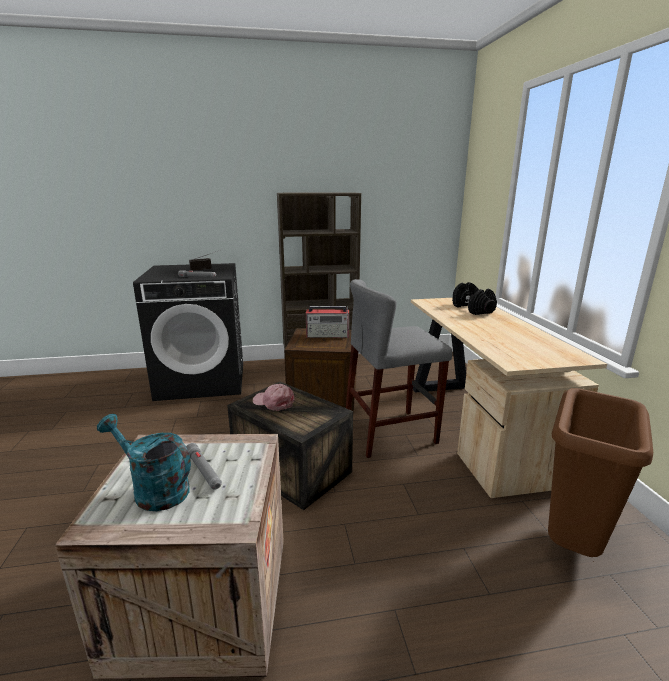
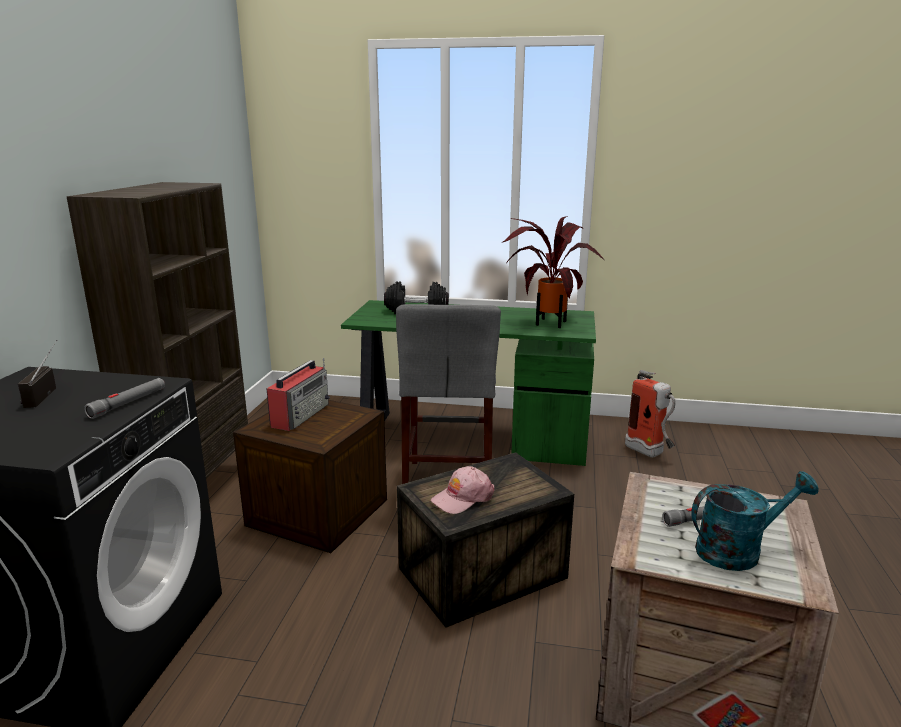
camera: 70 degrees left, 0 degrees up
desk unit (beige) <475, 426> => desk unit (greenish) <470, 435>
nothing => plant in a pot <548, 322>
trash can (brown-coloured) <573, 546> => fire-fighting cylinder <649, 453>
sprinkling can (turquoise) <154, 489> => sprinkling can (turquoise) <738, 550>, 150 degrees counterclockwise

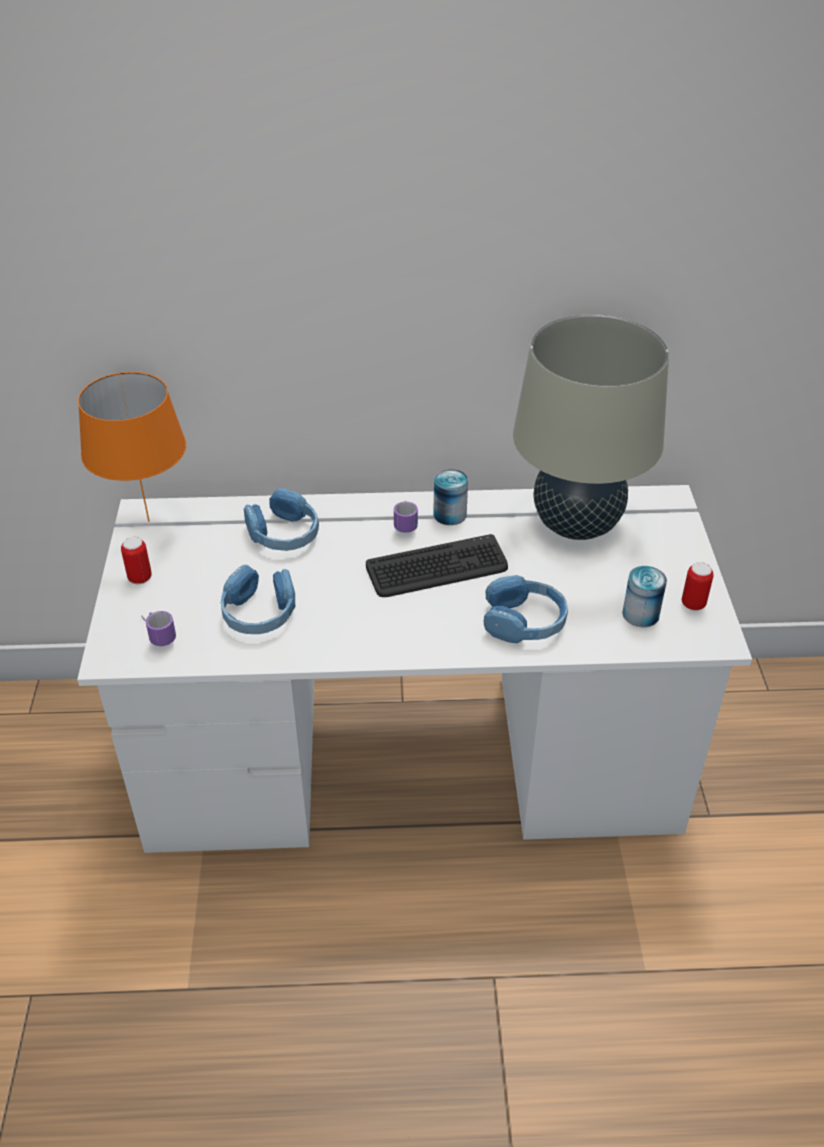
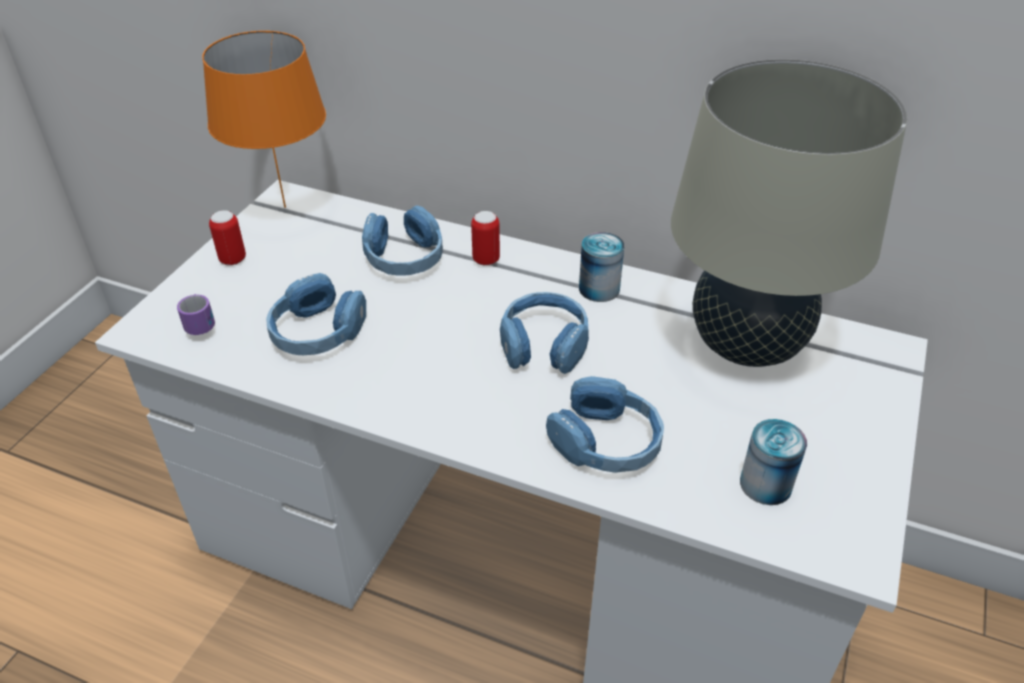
camera: 25 degrees right, 0 degrees up
sealed can <693, 604> => sealed can <486, 260>, moved
keyboard <437, 568> => headphones (blue-coloured) <544, 344>
tea mug <405, 522> => nothing

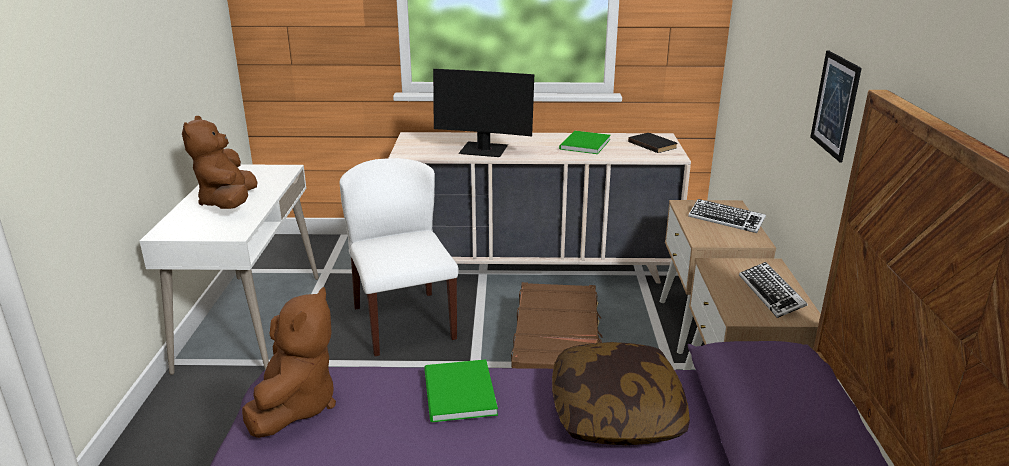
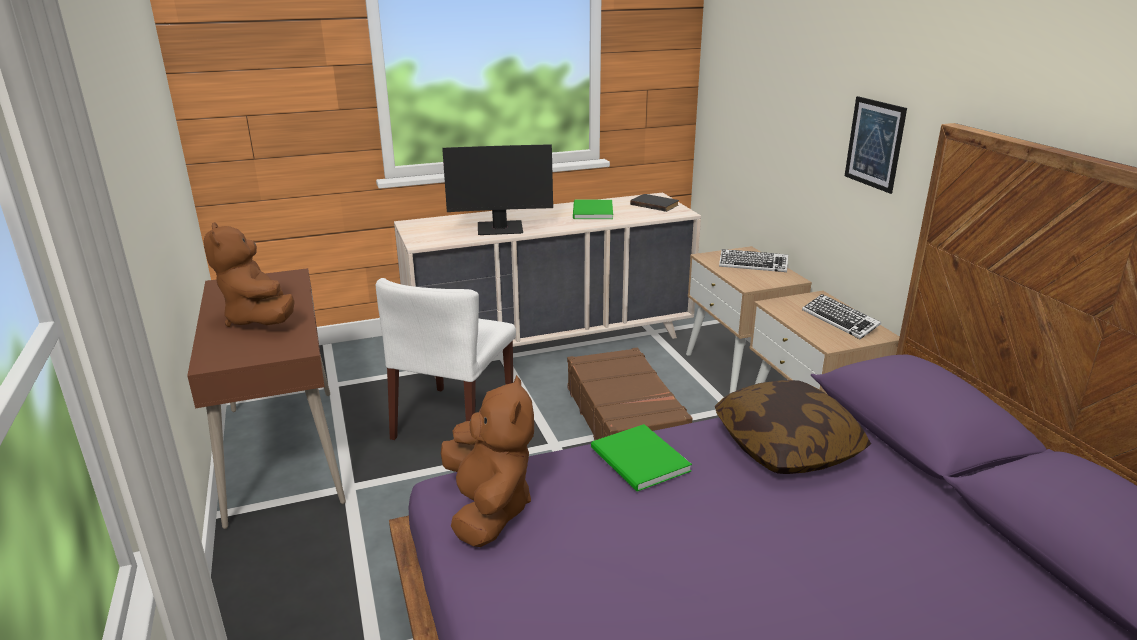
camera: 20 degrees left, 0 degrees up
desk unit (whitish) <251, 321> => desk unit (brown-coloured) <282, 453>
chair (whitish) <403, 322> => chair (whitish) <454, 420>, 120 degrees counterclockwise

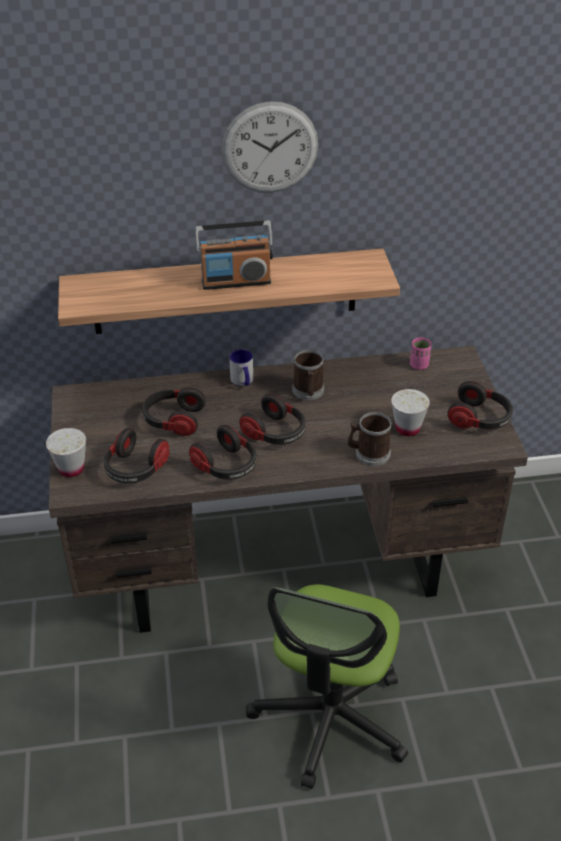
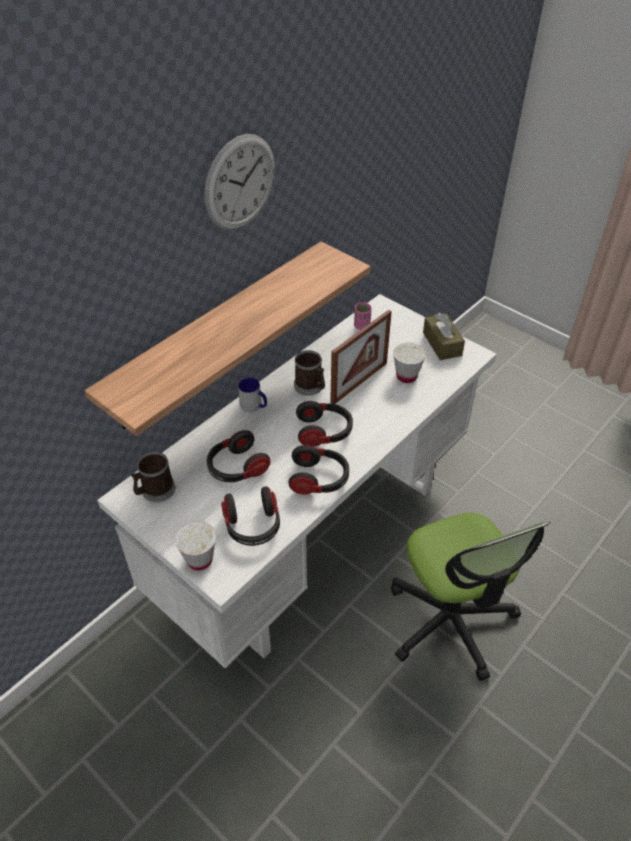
camera: 40 degrees left, 5 degrees up
desk unit (brown-coloured) <283, 566> => desk unit (whitish) <315, 536>
tea mug <368, 453> => tea mug <155, 491>, moved
nothing => standing frame <359, 383>
headphones <480, 419> => tissue holder (brown-coloured) <442, 344>
radio set <236, 281> => nothing

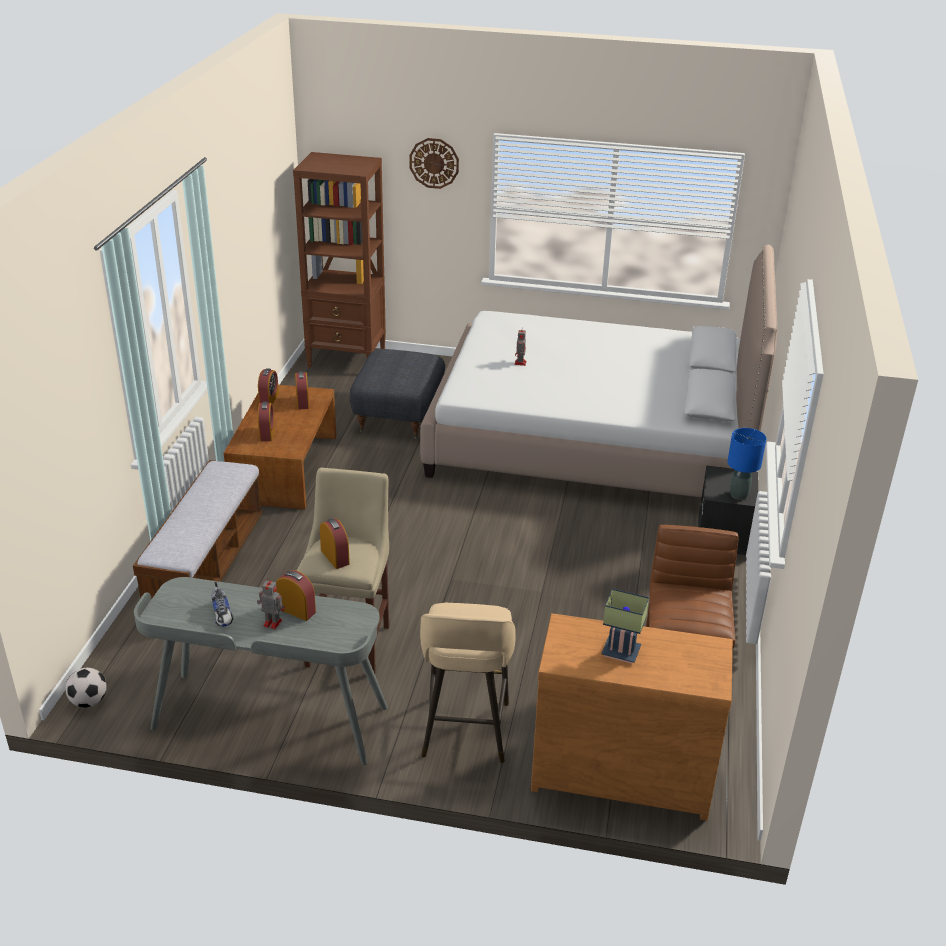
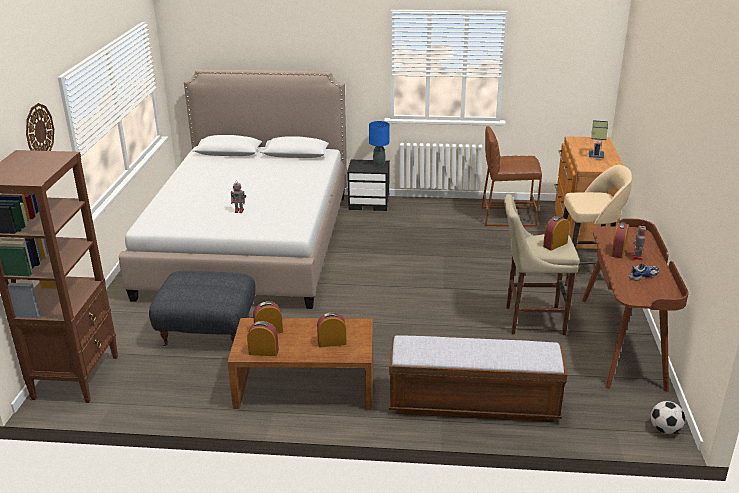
camera: 95 degrees left, 5 degrees down
desk unit (greyish) <269, 719> => desk unit (brown-coloured) <623, 342>

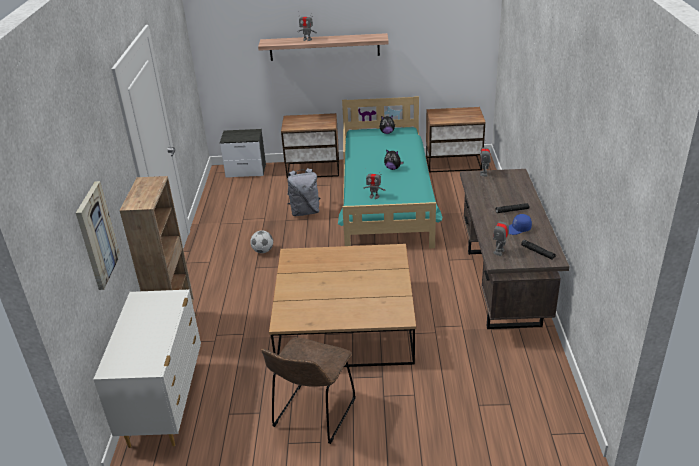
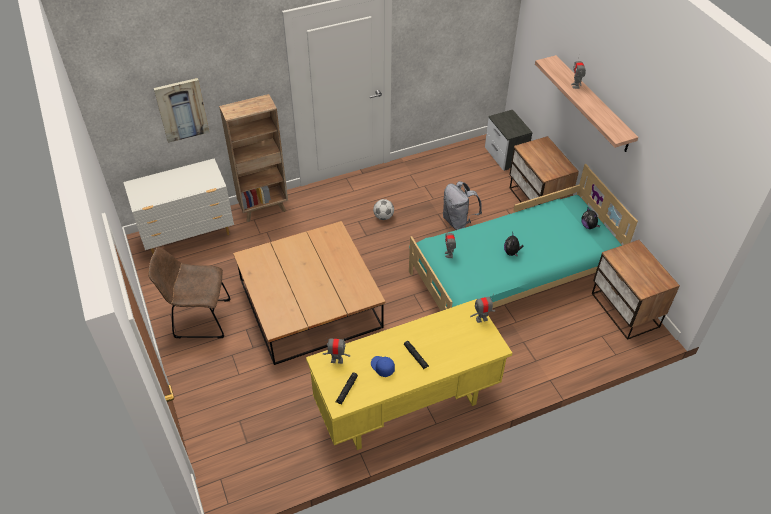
camera: 65 degrees right, 15 degrees up
desk unit (brown-coloured) <503, 287> => desk unit (yellow) <406, 406>

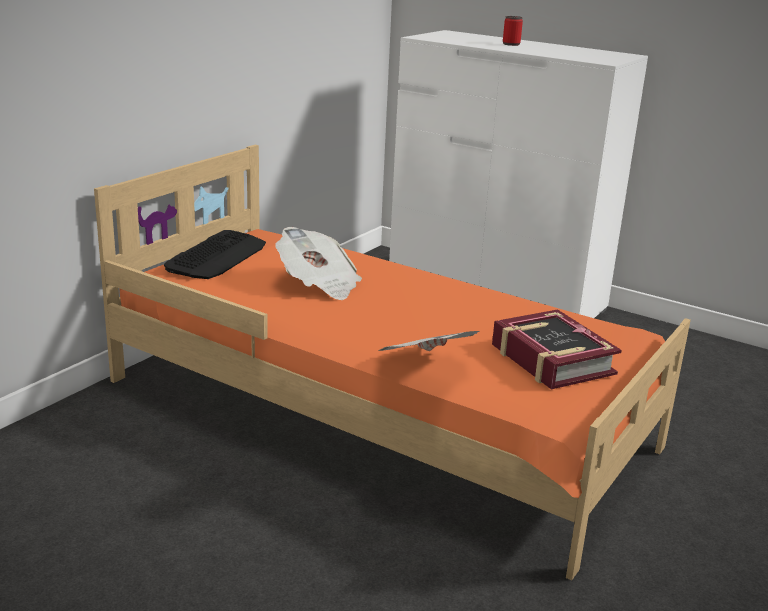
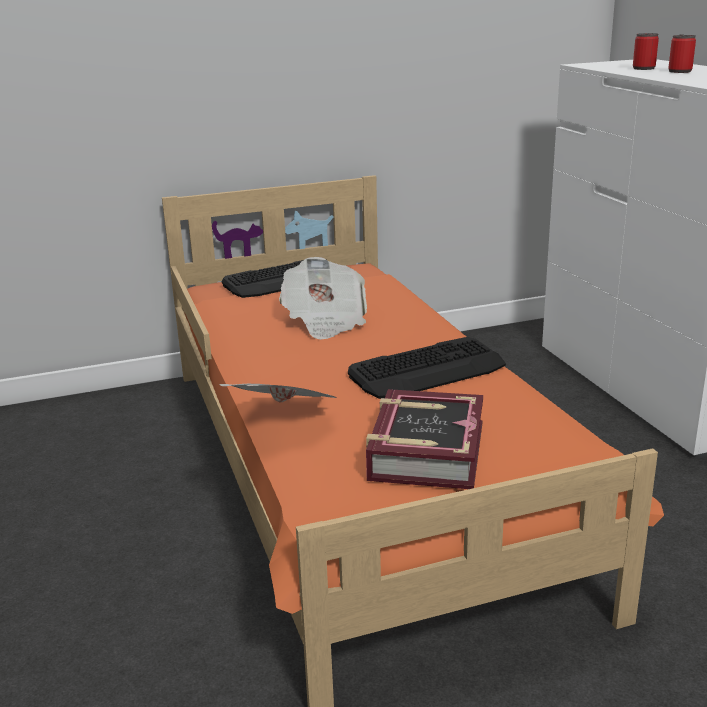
camera: 40 degrees right, 0 degrees up
nothing => keyboard <427, 370>
nothing => sealed can <643, 68>

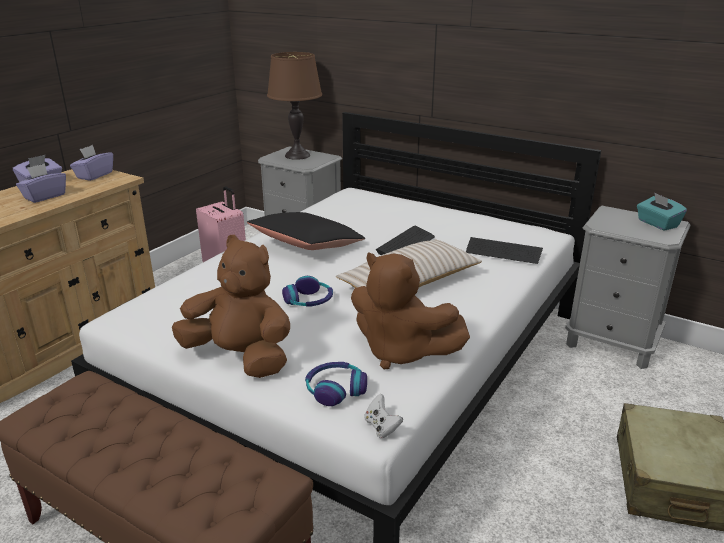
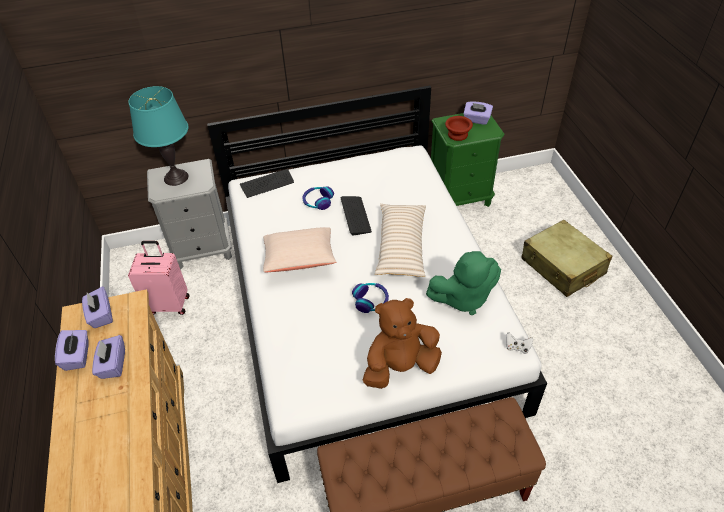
camera: 45 degrees left, 20 degrees up
lamp for a table (brown-coloured) <297, 155> => lamp for a table (turquoise) <176, 177>
keyboard <503, 252> => keyboard <267, 184>, moved
throw pillow (black) <307, 246> => throw pillow (beige) <300, 258>
headphones <335, 389> => headphones <318, 201>, moved
soft toy (brown-coloured) <400, 351> => soft toy (greenish) <463, 298>
night table (greyish) <612, 343> => night table (greenish) <460, 198>
nothing => serving bowl (brown-coloured) <457, 135>
tissue holder (turquoise) <657, 224> => tissue holder (purplish) <476, 120>

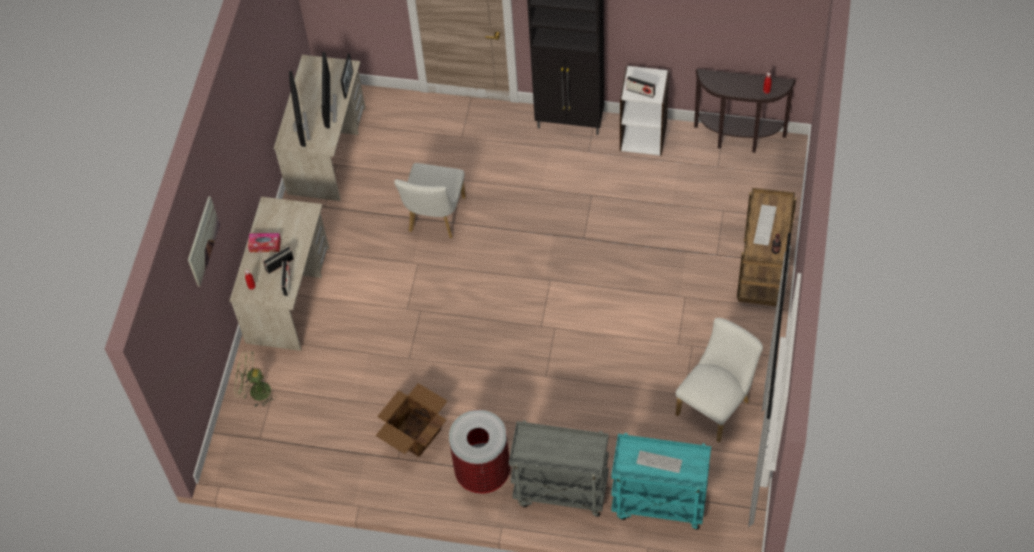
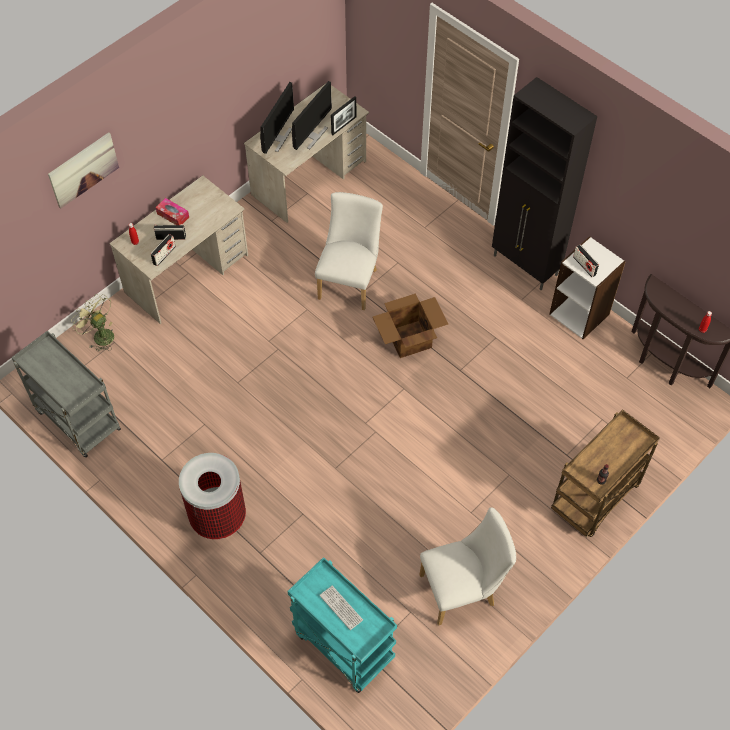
camera: 30 degrees right, 0 degrees up
trolley (greyish) <560, 491> => trolley (greyish) <76, 419>, moved
chair (whitish) <435, 218> => chair (whitish) <350, 281>, 150 degrees clockwise
cardboard box <414, 434> => cardboard box <408, 339>, moved
keyboard <765, 225> => nothing

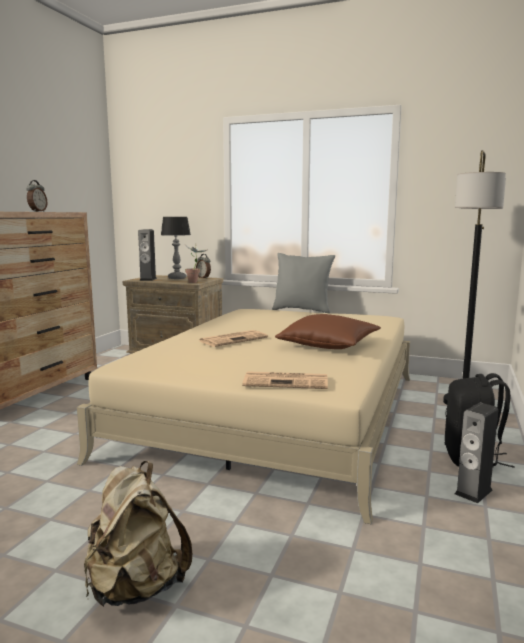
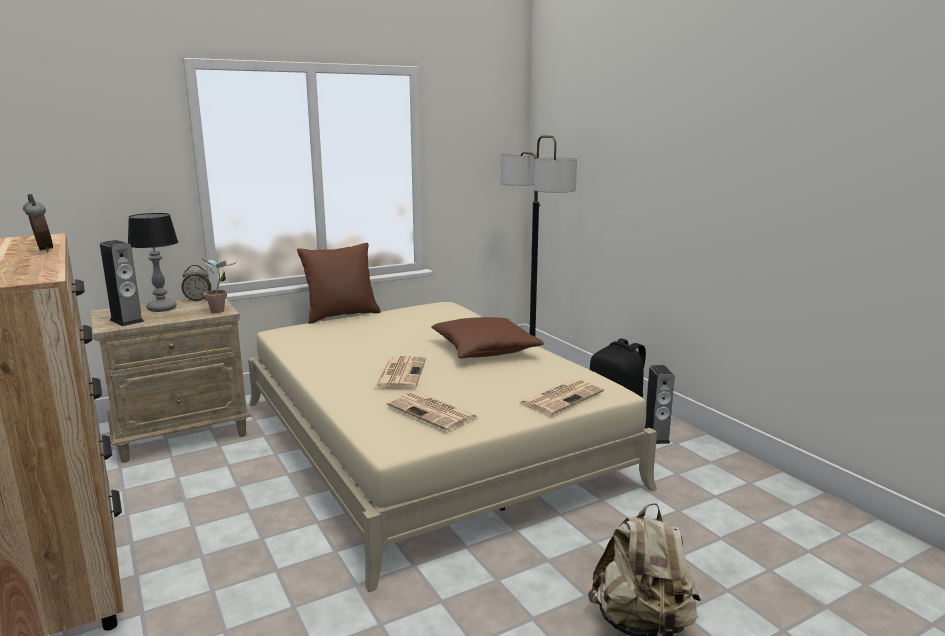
camera: 50 degrees left, 5 degrees up
throw pillow (greyish) <302, 310> => throw pillow (brown-coloured) <341, 315>
nothing => daily paper <433, 412>

